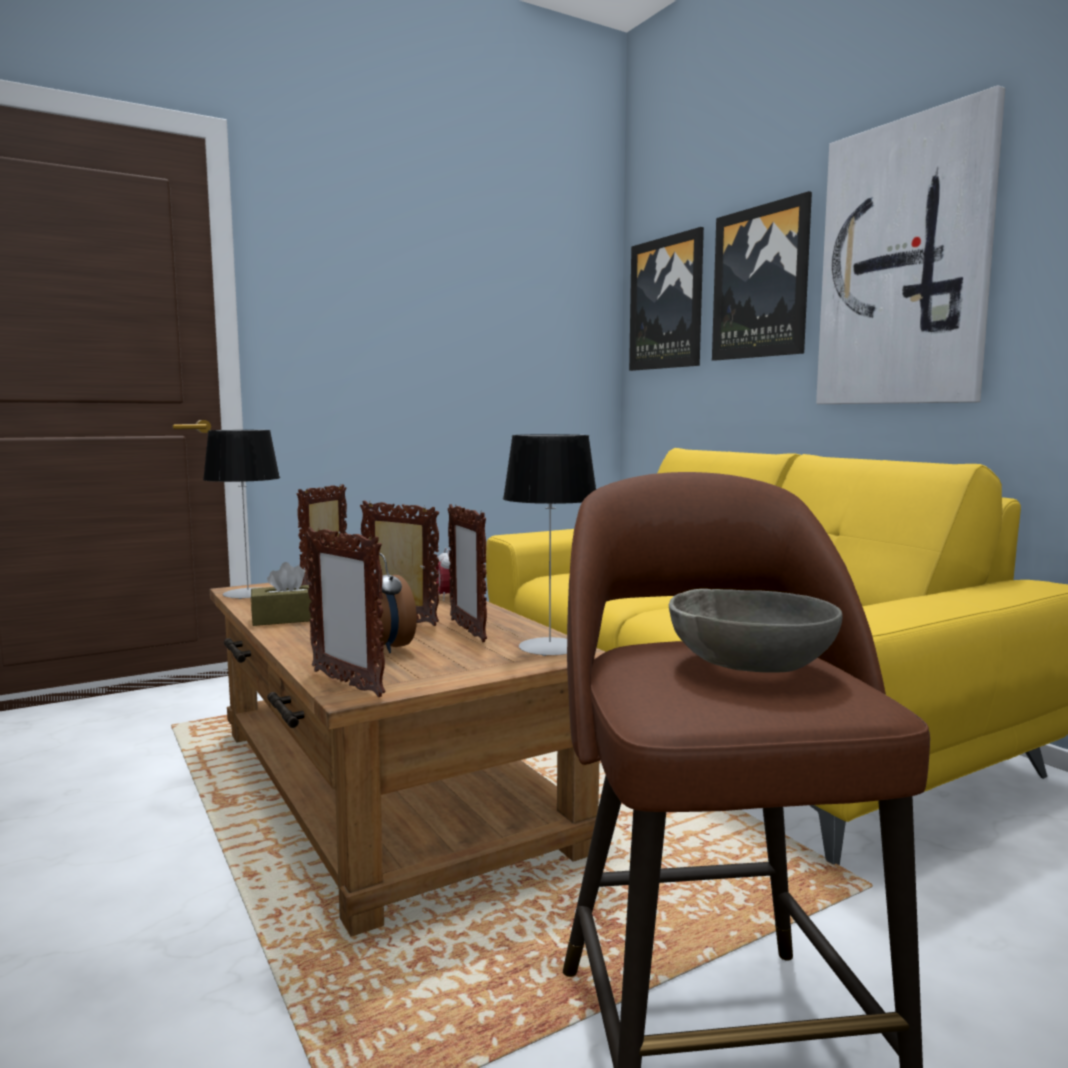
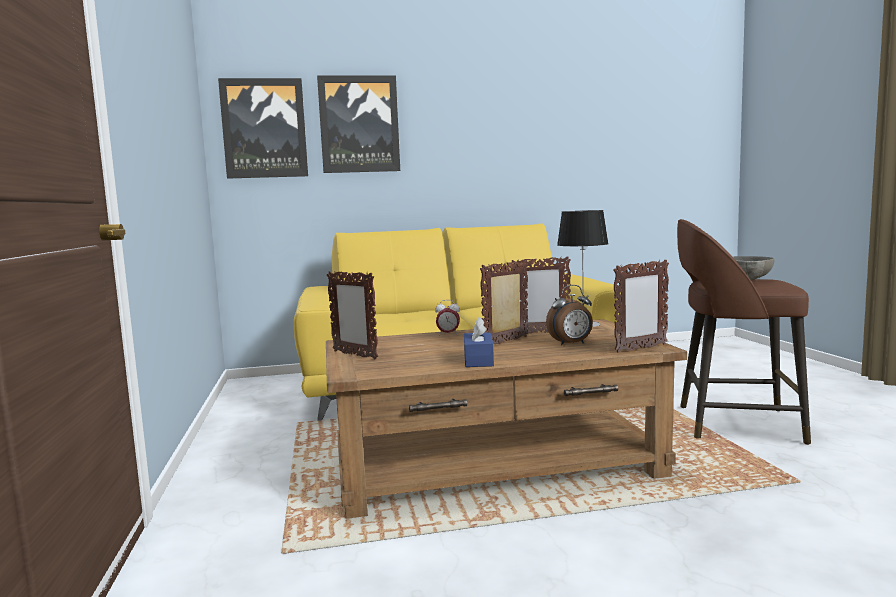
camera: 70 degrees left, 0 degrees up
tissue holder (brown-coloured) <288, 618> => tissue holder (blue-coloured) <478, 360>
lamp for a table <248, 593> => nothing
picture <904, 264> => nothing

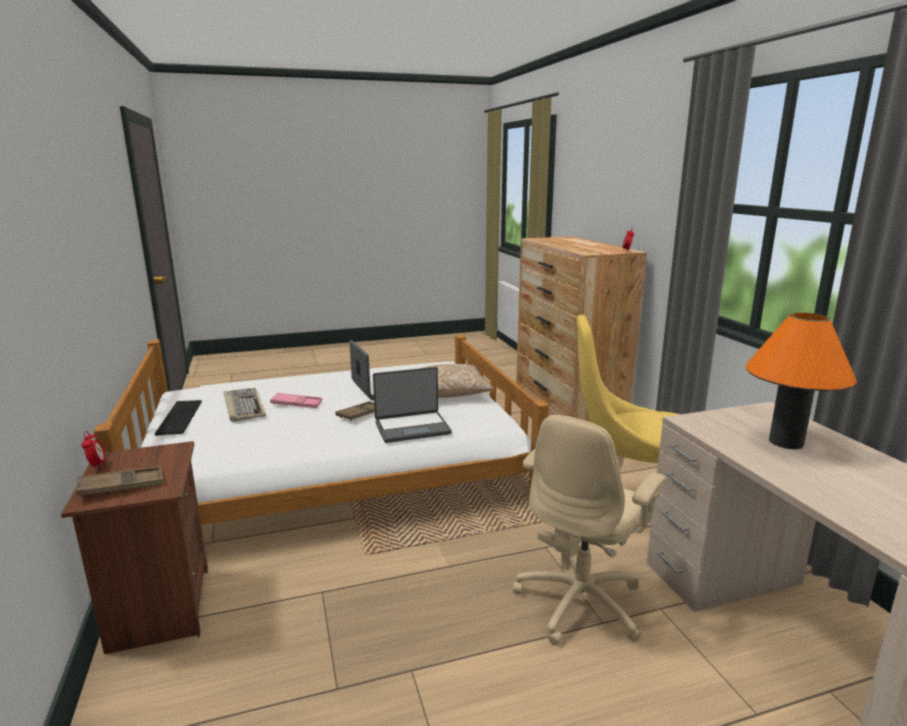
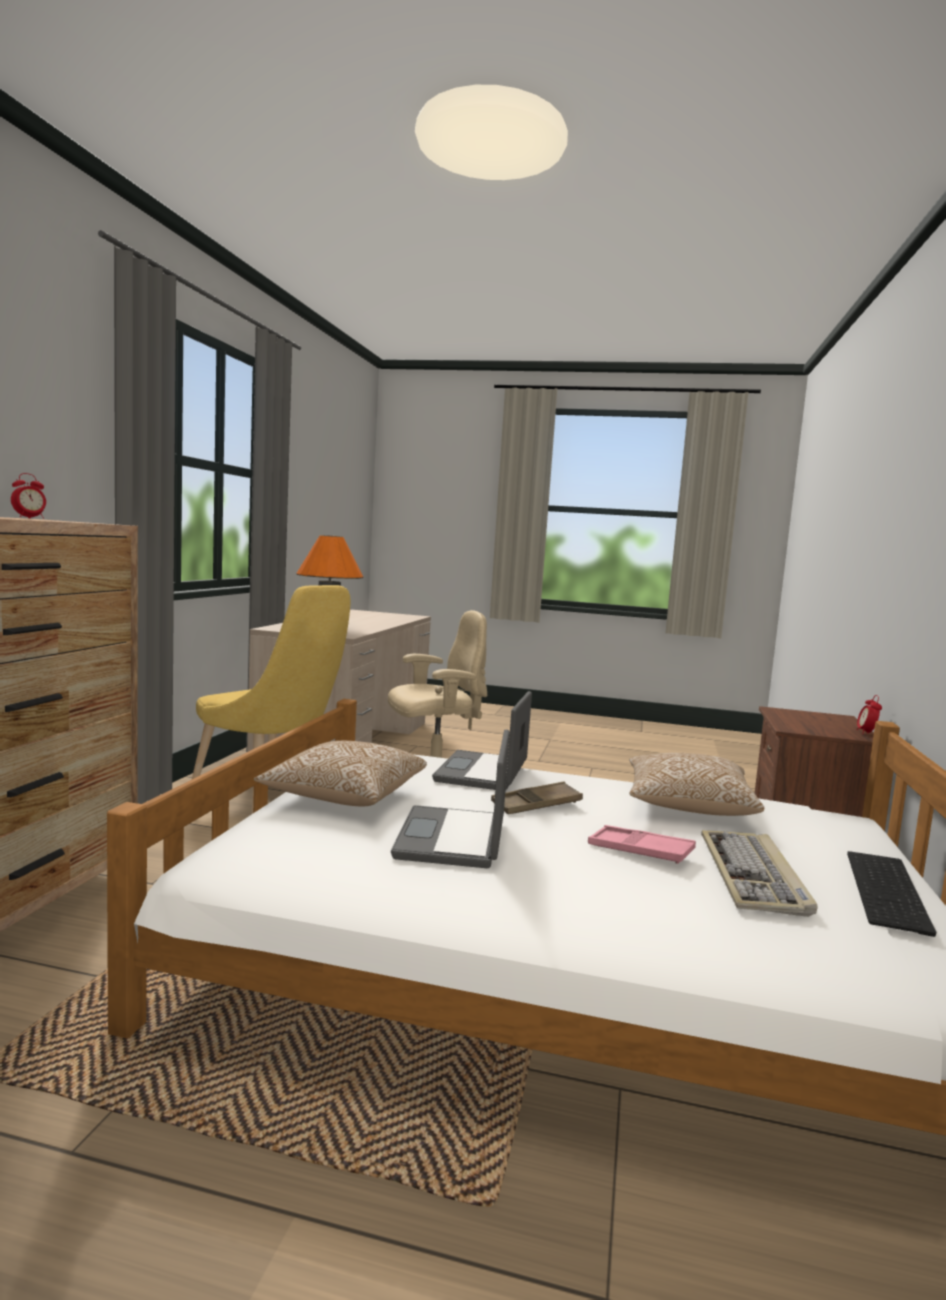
camera: 150 degrees left, 10 degrees down
notebook computer <412, 427> => notebook computer <483, 773>, 90 degrees counterclockwise
nothing => throw pillow <687, 806>
tray (brown-coloured) <122, 486> => nothing

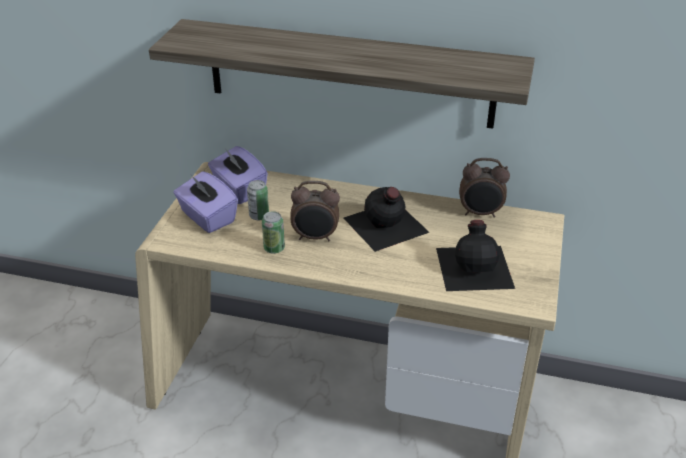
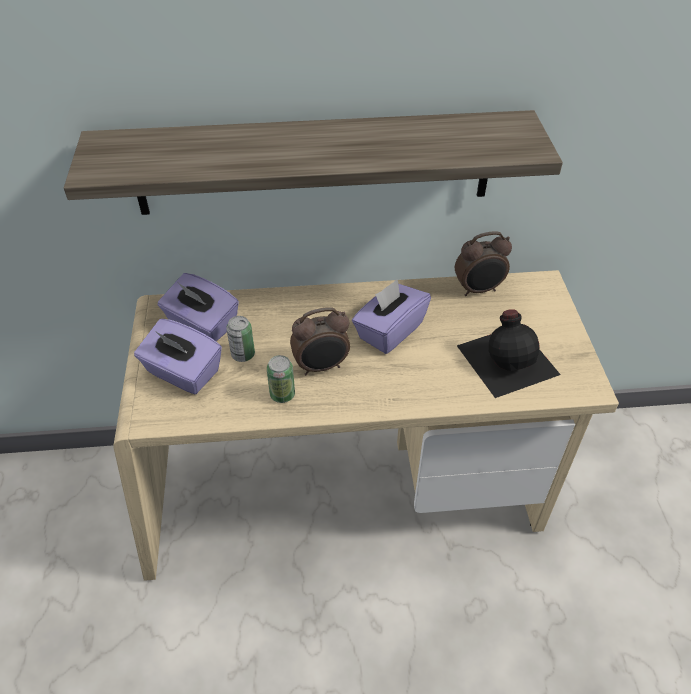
camera: 20 degrees left, 10 degrees up
beverage bottle (black) <385, 226> => tissue holder (purplish) <389, 331>

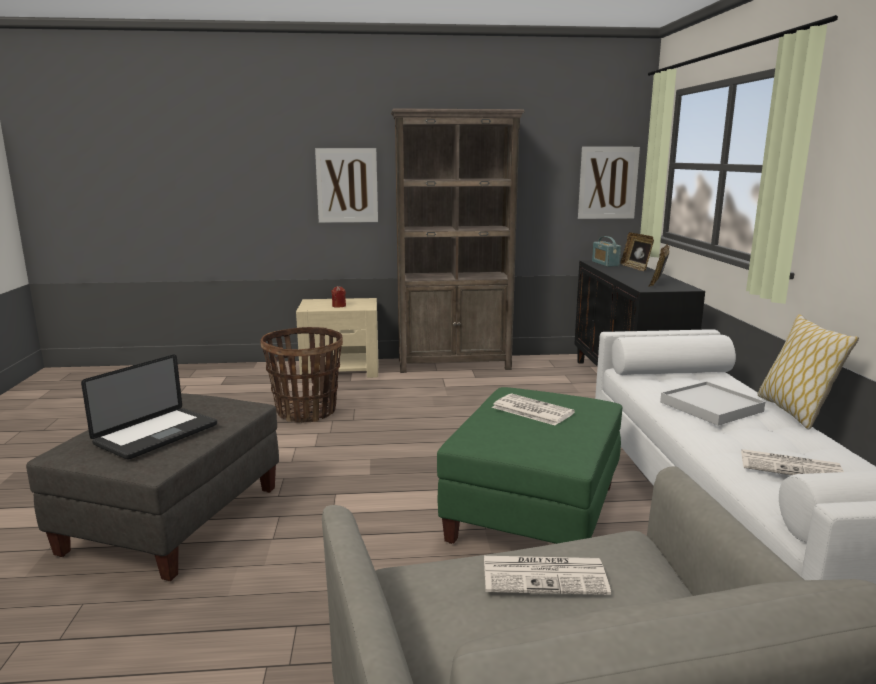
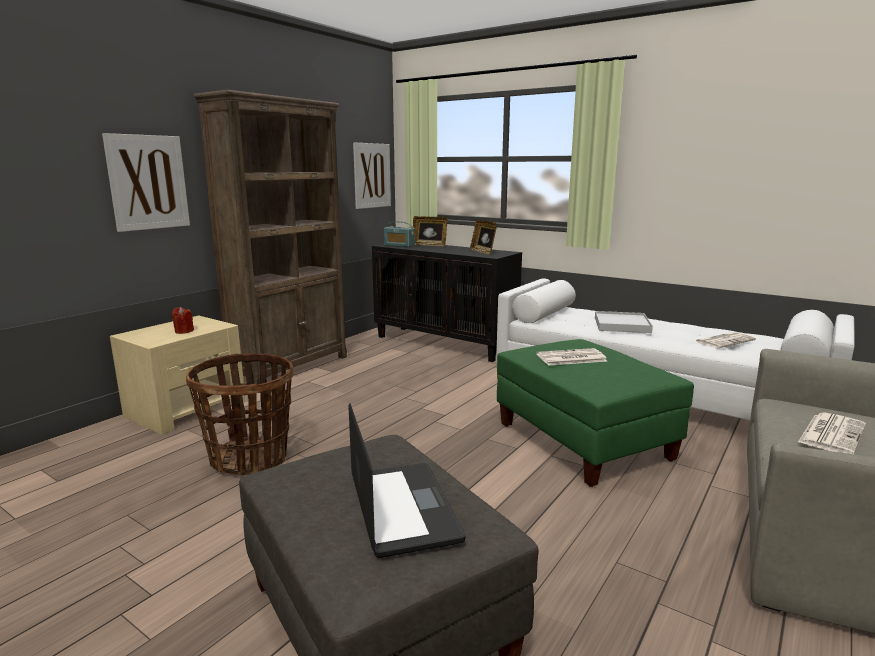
camera: 50 degrees left, 0 degrees up
throw pillow <794, 412> => nothing

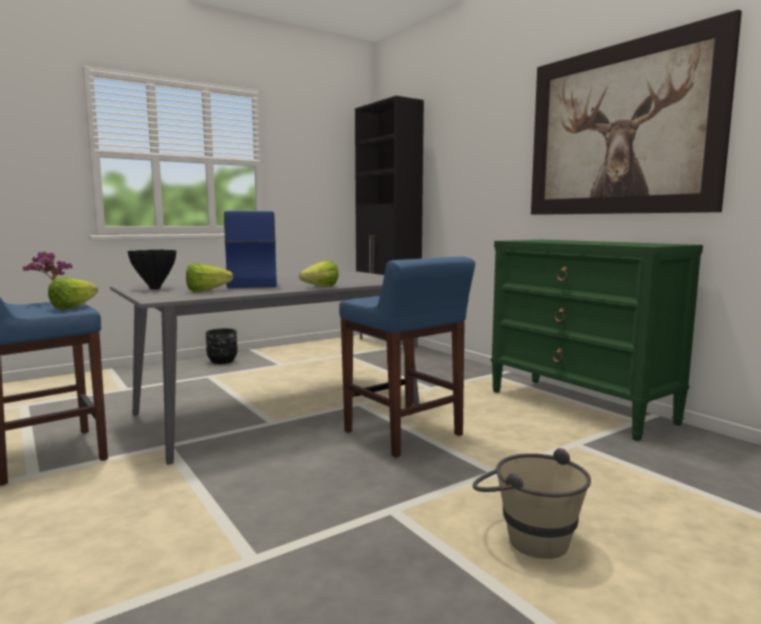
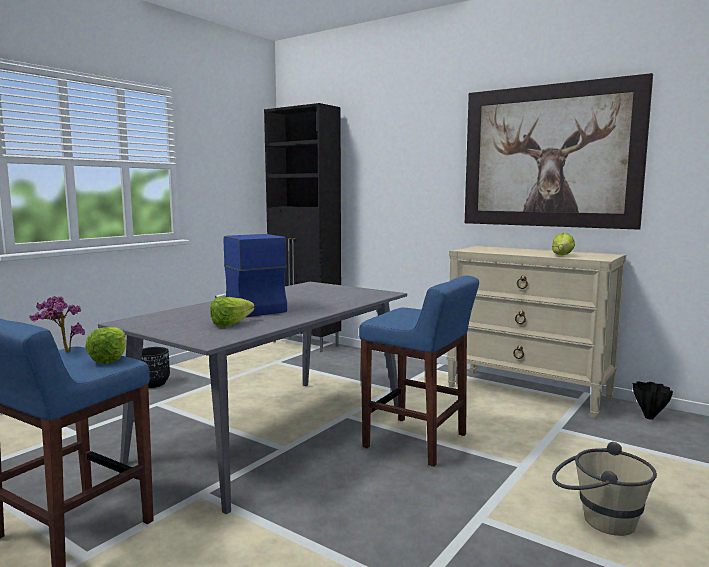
camera: 20 degrees left, 0 degrees up
dresser (greenish) <580, 406> => dresser (beige) <528, 392>
lettuce head <317, 287> => lettuce head <561, 256>, moved
vase (black) <156, 289> => vase (black) <649, 417>, moved

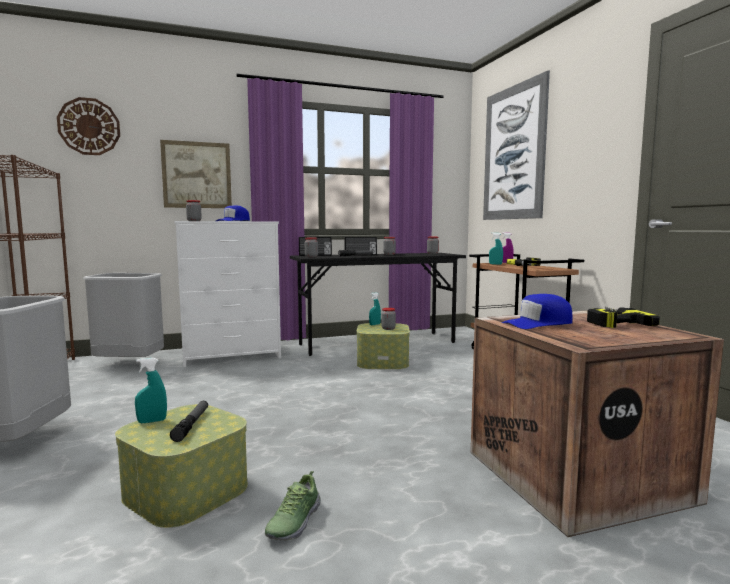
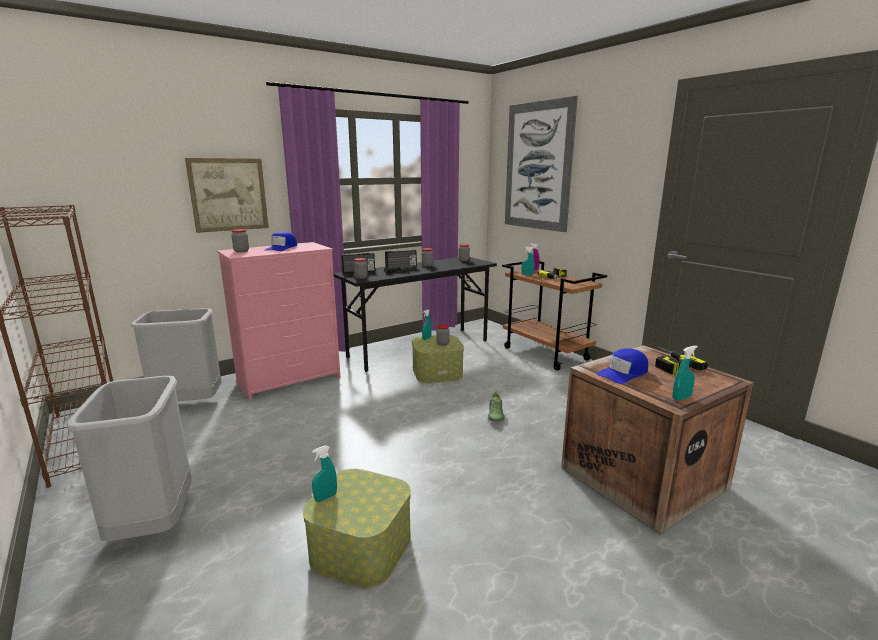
camera: 15 degrees left, 10 degrees up
dresser (whitish) <232, 356> => dresser (pink) <290, 379>
shoe <293, 522> => shoe <495, 415>, moved
nothing => spray bottle (turquoise) <681, 398>
clock on the wall <89, 126> => nothing
torch <191, 425> => nothing

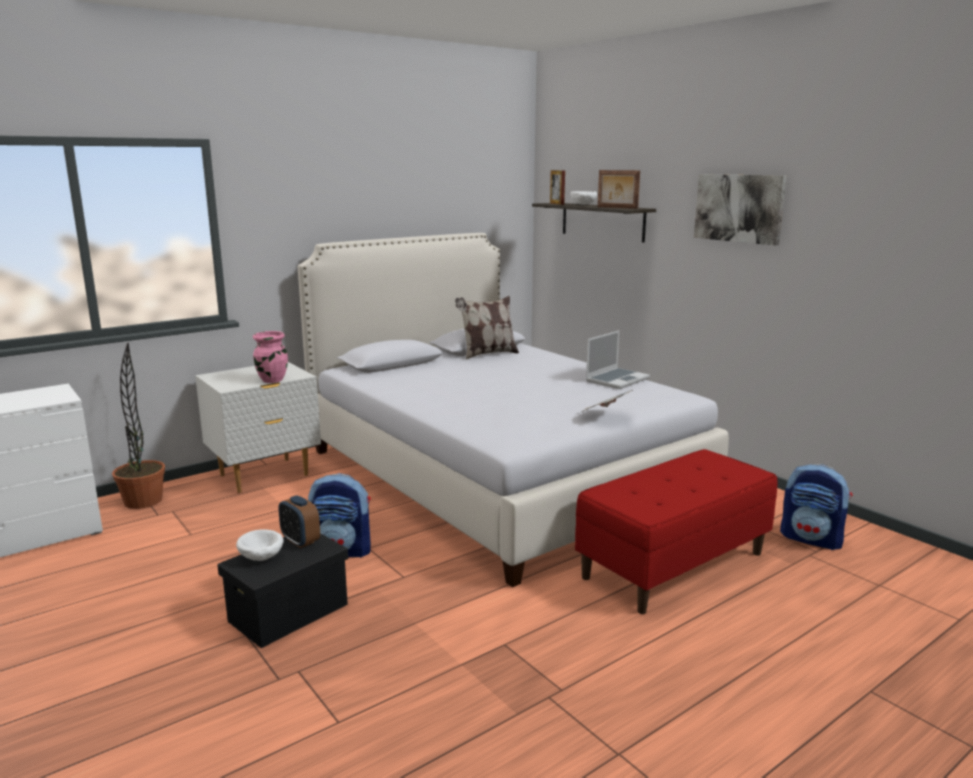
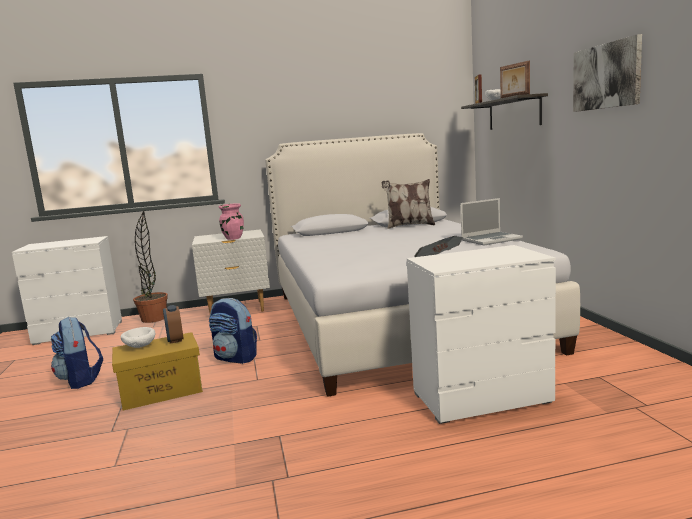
camera: 25 degrees right, 5 degrees down
backpack <812, 539> => backpack <81, 380>, moved
storage container (black) <288, 613> => storage container (yellow) <161, 392>
long seat (reddish) <673, 565> => dresser (whitish) <482, 398>

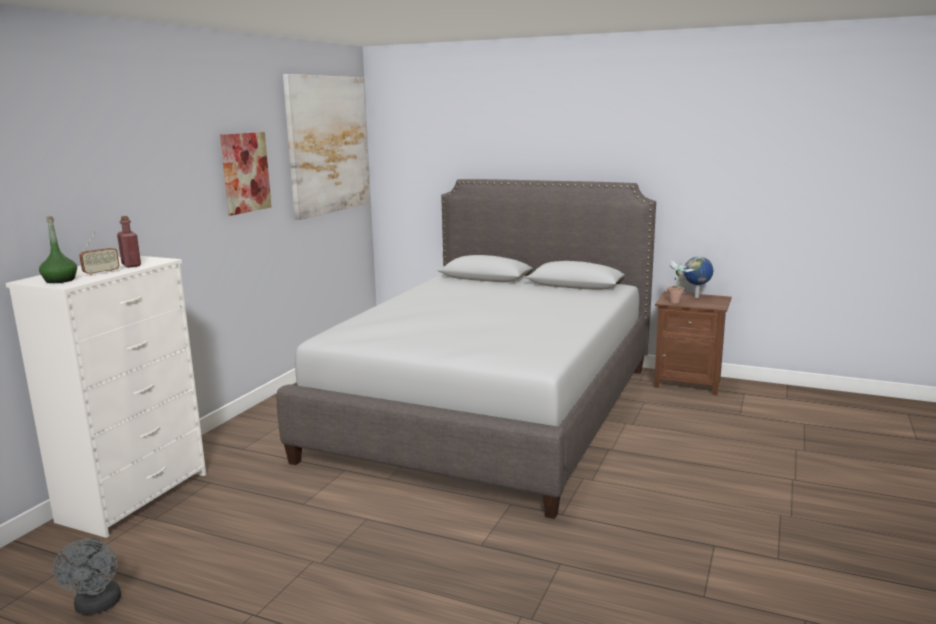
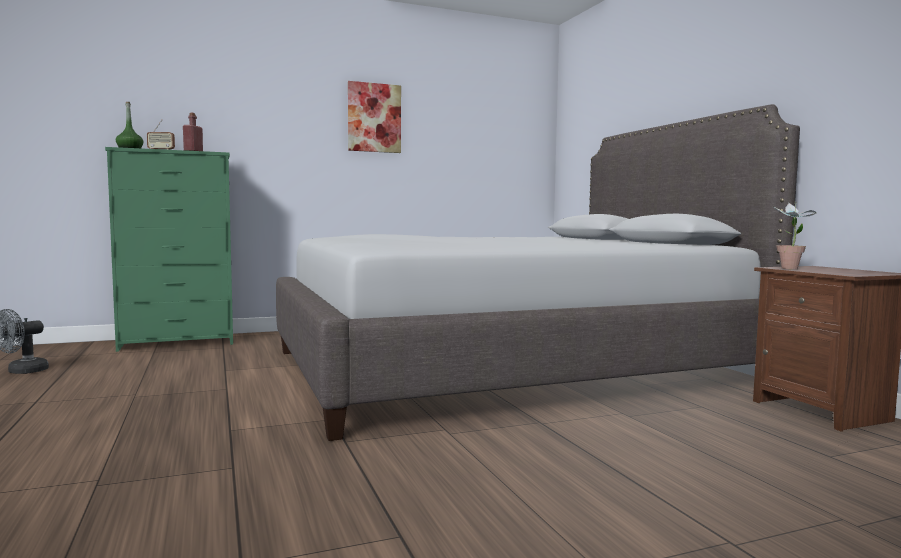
camera: 45 degrees right, 10 degrees down
dresser (whitish) <136, 497> => dresser (greenish) <179, 342>
picture <328, 145> => nothing
globe <697, 297> => nothing

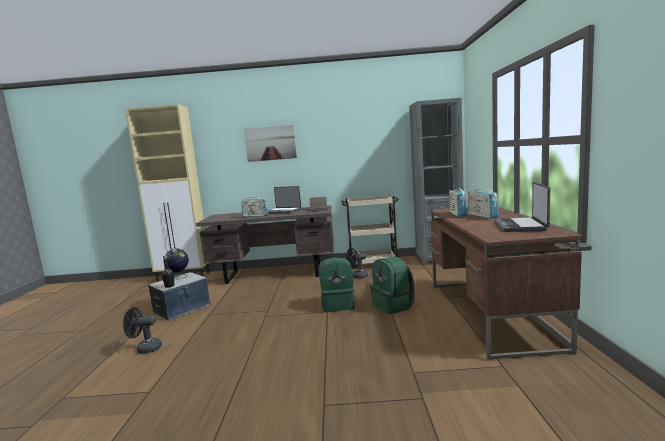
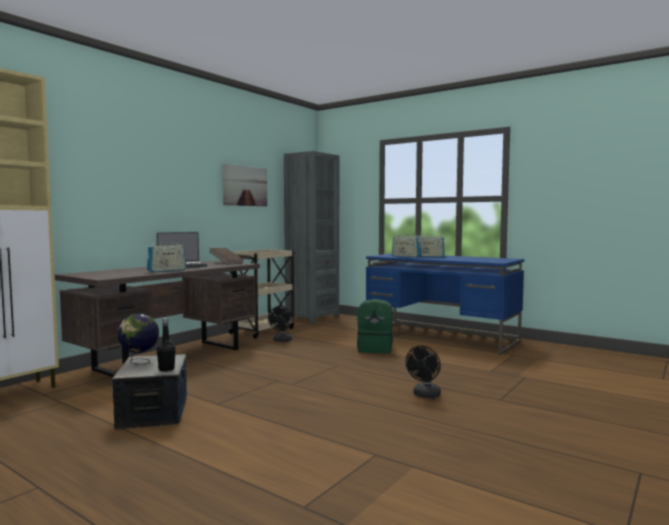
camera: 55 degrees left, 5 degrees down
picture <270, 143> => picture <245, 186>, moved
desk unit (brown-coloured) <489, 313> => desk unit (blue-coloured) <441, 338>
electric fan (black) <145, 349> => electric fan (black) <425, 395>, moved
backpack (greenish) <338, 305> => nothing
notebook computer <521, 226> => nothing

